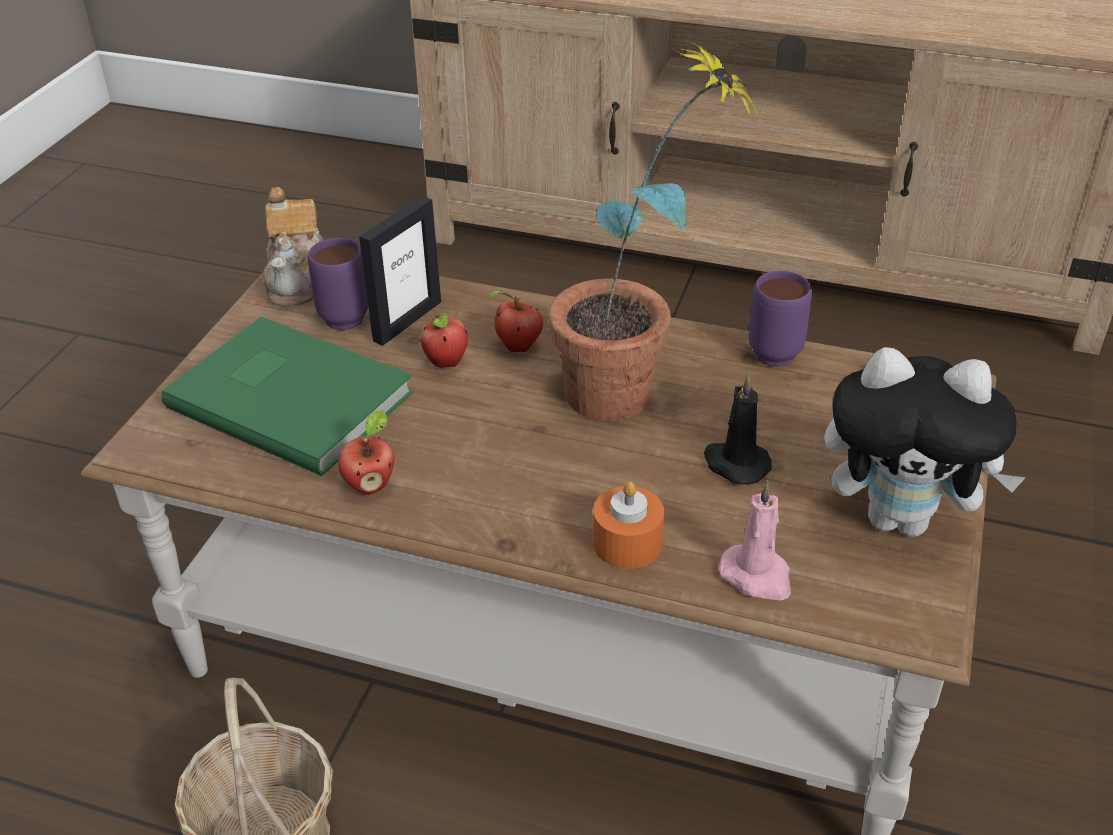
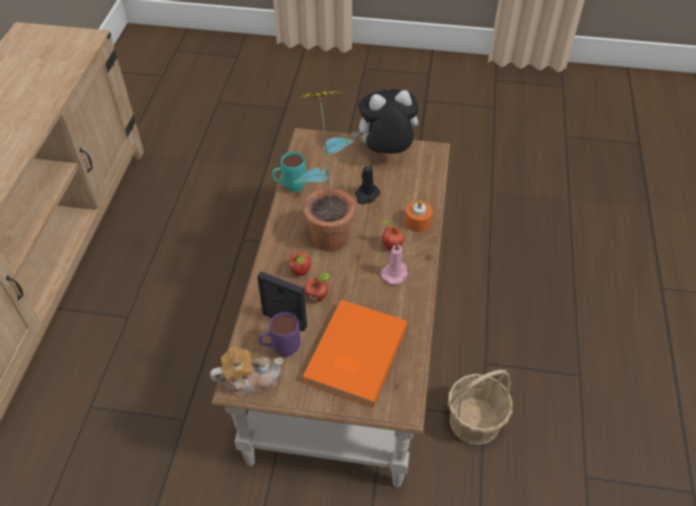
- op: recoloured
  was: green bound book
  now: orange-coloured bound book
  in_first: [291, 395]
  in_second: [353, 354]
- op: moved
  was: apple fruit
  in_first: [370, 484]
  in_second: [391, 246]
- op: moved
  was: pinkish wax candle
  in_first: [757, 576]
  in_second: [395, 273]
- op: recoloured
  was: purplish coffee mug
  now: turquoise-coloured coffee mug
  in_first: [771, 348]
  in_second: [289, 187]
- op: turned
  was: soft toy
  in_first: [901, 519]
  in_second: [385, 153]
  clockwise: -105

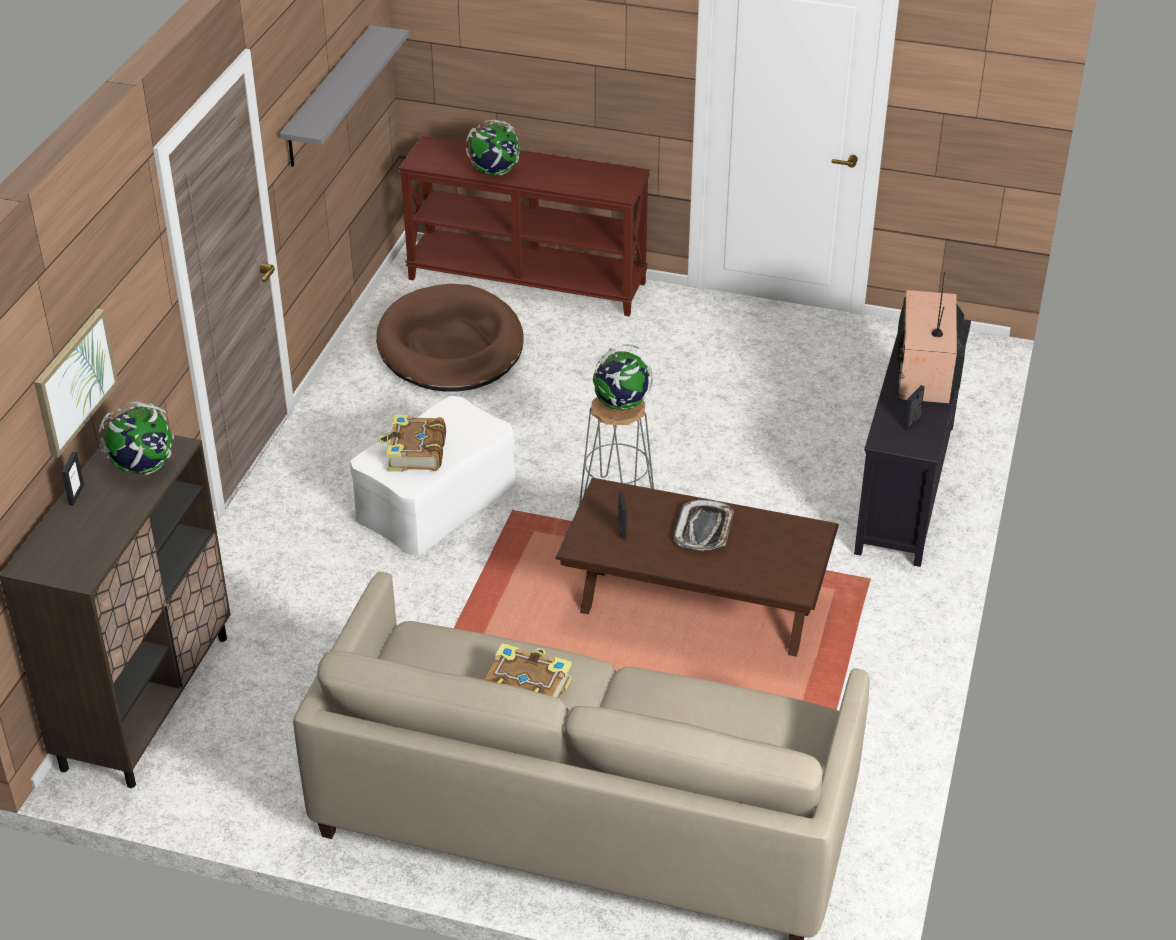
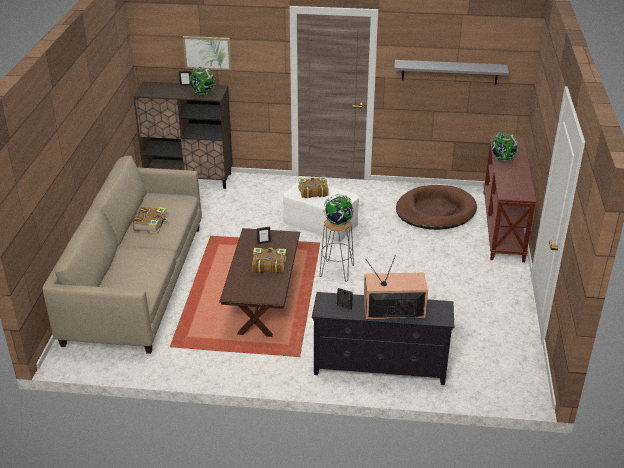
- op: replaced
  was: tray
  now: bound book
  in_first: [704, 530]
  in_second: [268, 265]

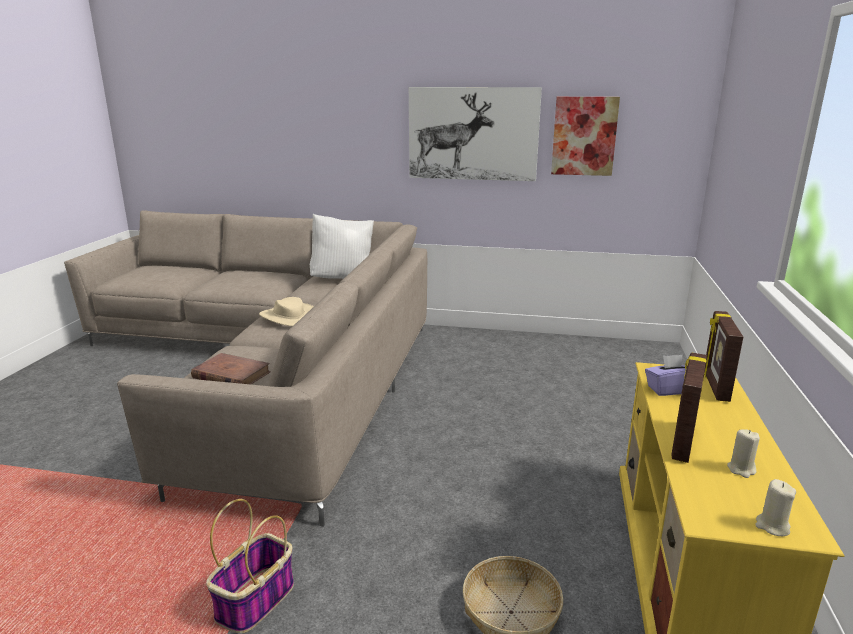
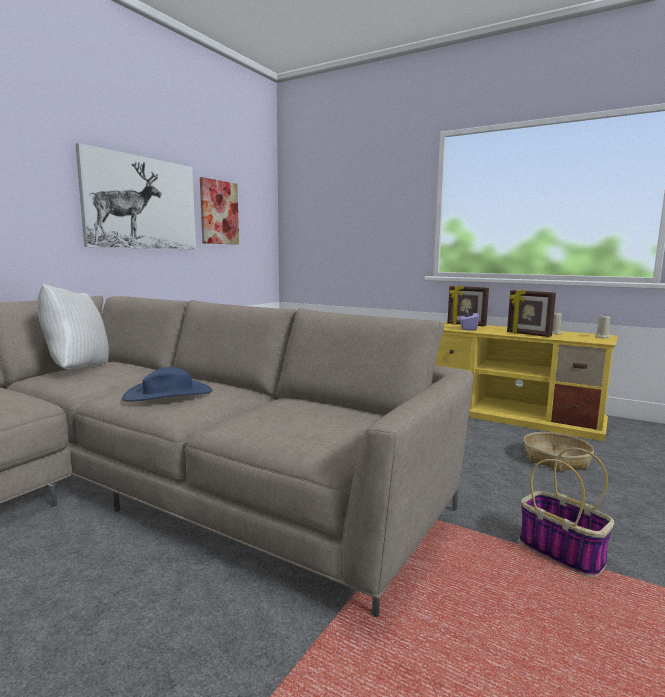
- op: removed
  was: brown bound book
  in_first: [231, 375]
- op: recoloured
  was: beige-coloured hat
  now: blue hat
  in_first: [288, 317]
  in_second: [168, 394]

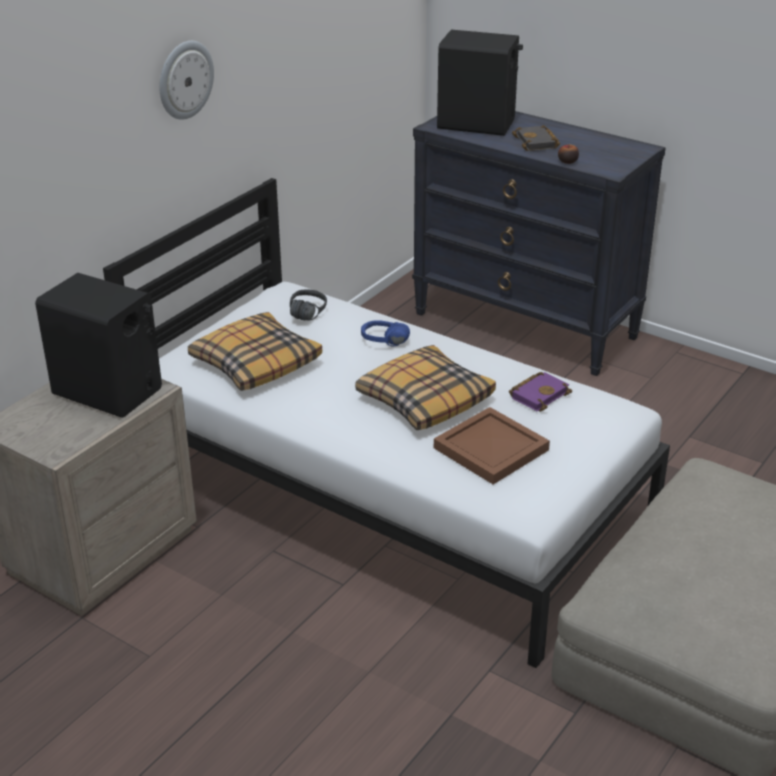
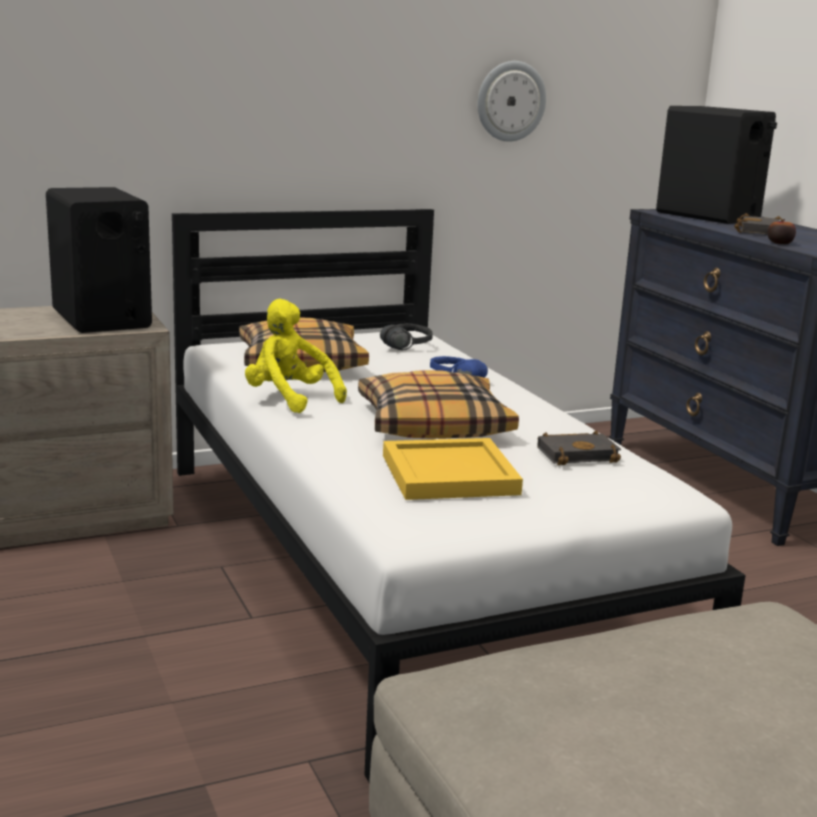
- op: moved
  was: hanging clock
  in_first: [184, 79]
  in_second: [510, 101]
- op: recoloured
  was: brown tray
  now: yellow tray
  in_first: [491, 448]
  in_second: [450, 474]
- op: recoloured
  was: purplish bound book
  now: black bound book
  in_first: [539, 394]
  in_second: [578, 454]
- op: added
  now: yellow soft toy
  in_second: [289, 399]

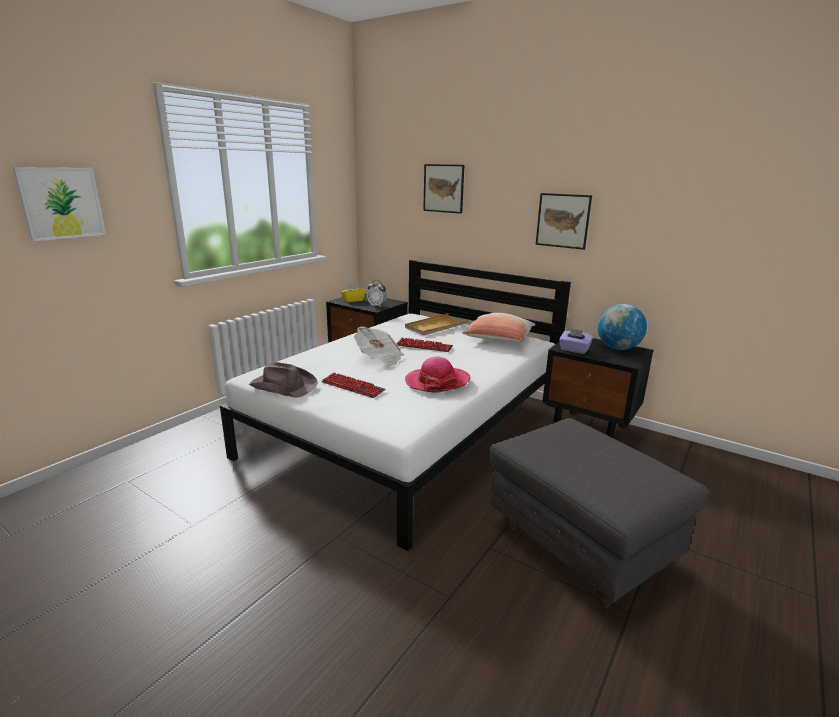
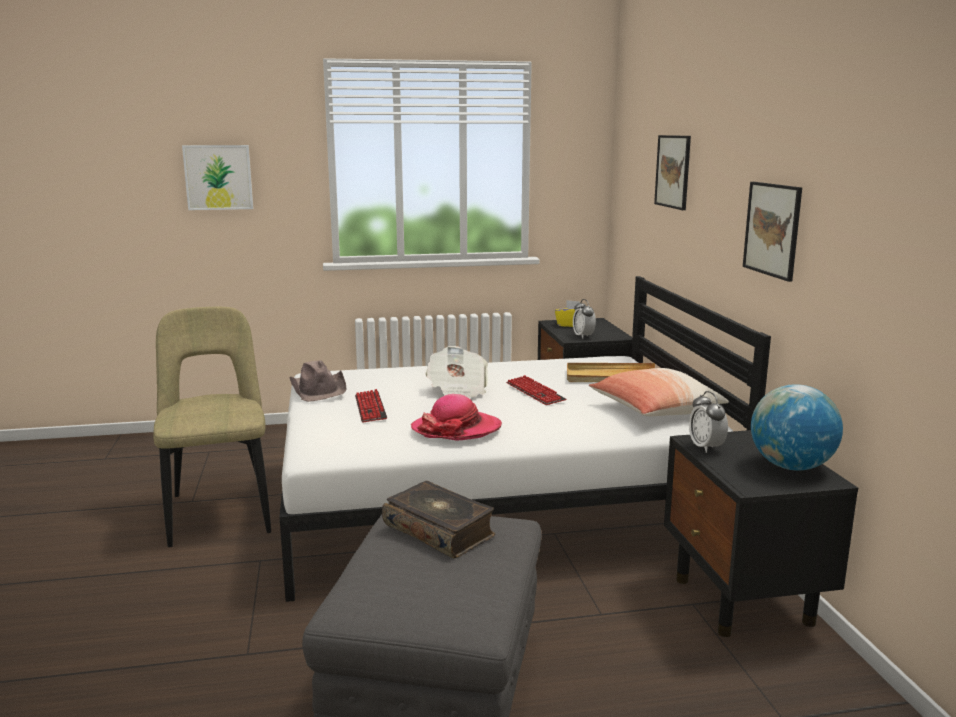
- op: replaced
  was: purplish tissue holder
  now: table clock
  in_first: [574, 350]
  in_second: [706, 447]
- op: added
  now: beige-coloured upright chair
  in_second: [220, 511]
- op: added
  now: bound book
  in_second: [440, 530]

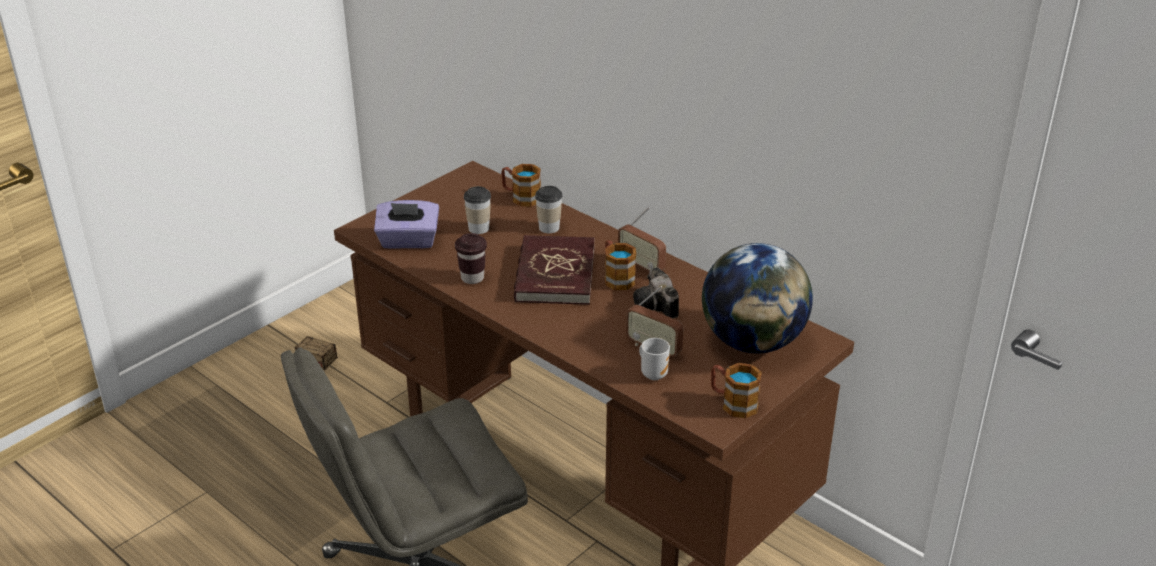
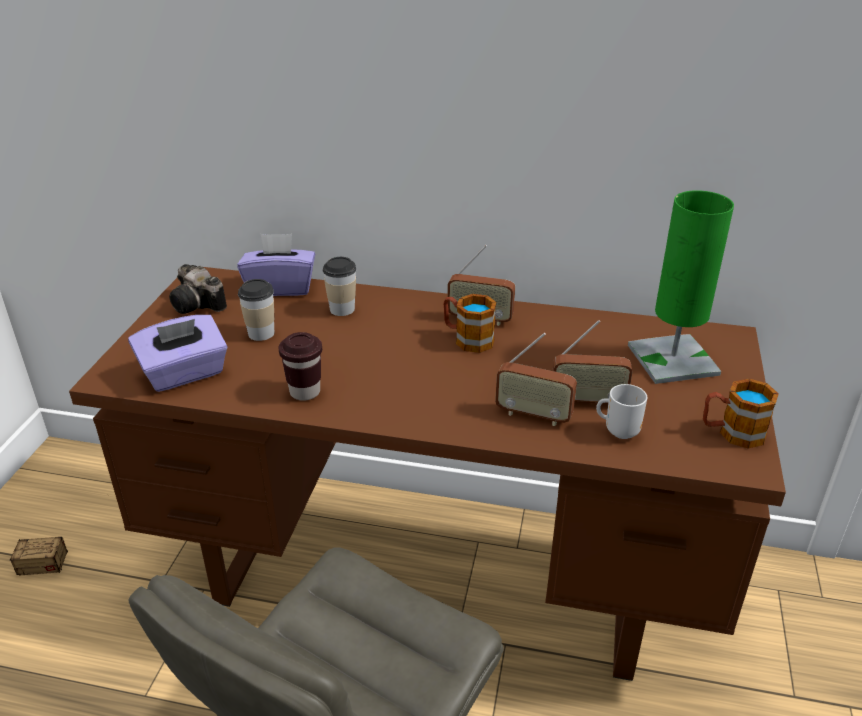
- op: replaced
  was: coffee mug
  now: purplish tissue holder
  in_first: [521, 197]
  in_second: [280, 287]
- op: removed
  was: red-coloured bound book
  in_first: [554, 274]
- op: moved
  was: still camera
  in_first: [657, 306]
  in_second: [199, 305]
- op: replaced
  was: desk globe
  now: green lamp for a table
  in_first: [752, 342]
  in_second: [672, 360]
- op: added
  now: radio receiver
  in_second: [533, 415]

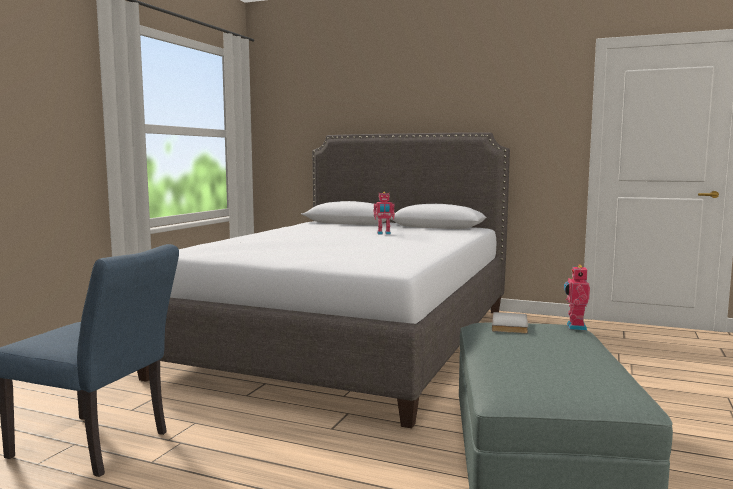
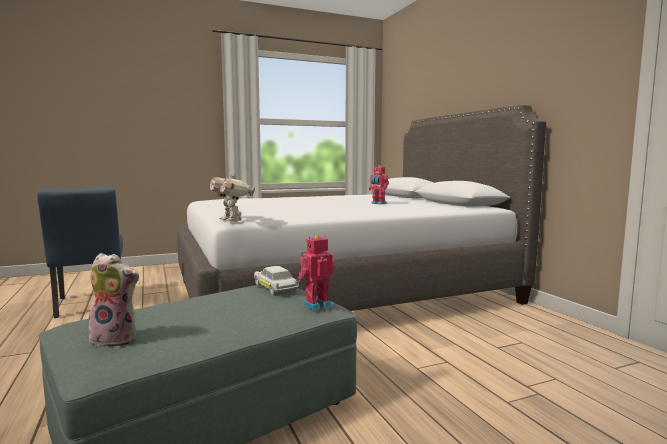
- op: replaced
  was: greyish bound book
  now: whitish model car
  in_first: [511, 325]
  in_second: [275, 288]
- op: added
  now: soft toy
  in_second: [117, 339]
- op: added
  now: toy robot
  in_second: [232, 220]

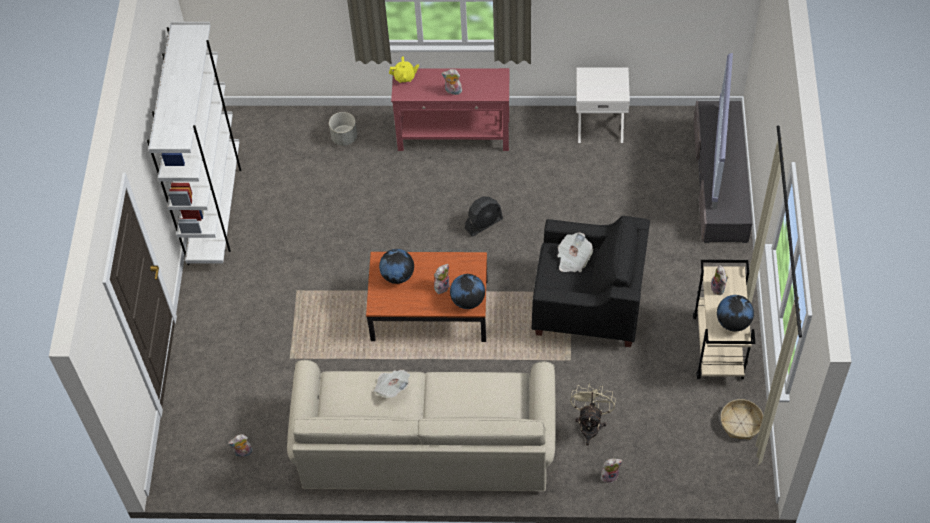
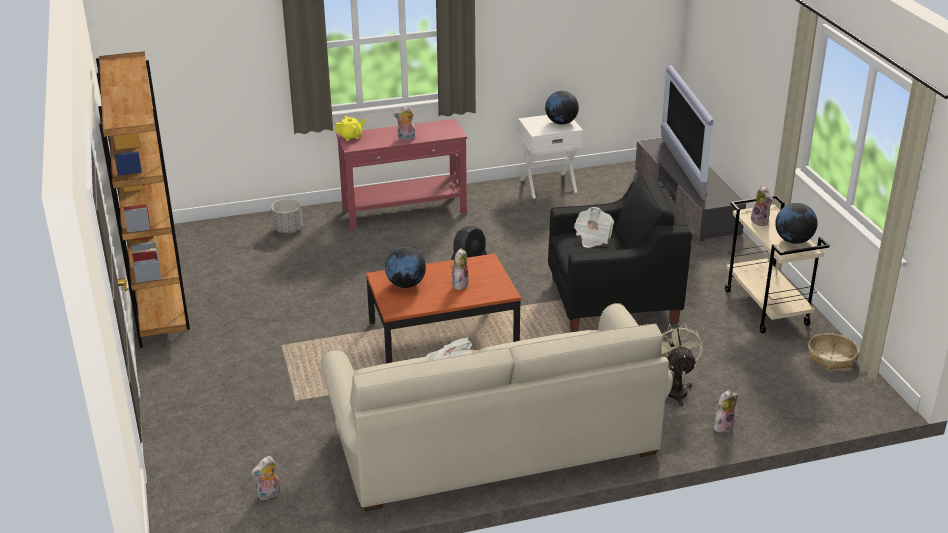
- op: recoloured
  was: whitish bookshelf
  now: brown bookshelf
  in_first: [215, 209]
  in_second: [160, 300]
- op: moved
  was: desk globe
  in_first: [468, 300]
  in_second: [561, 122]

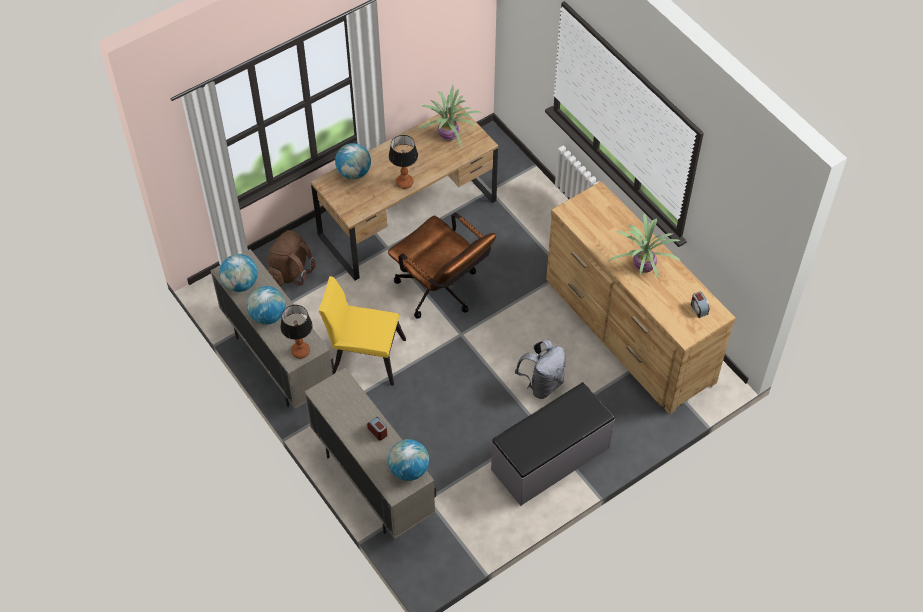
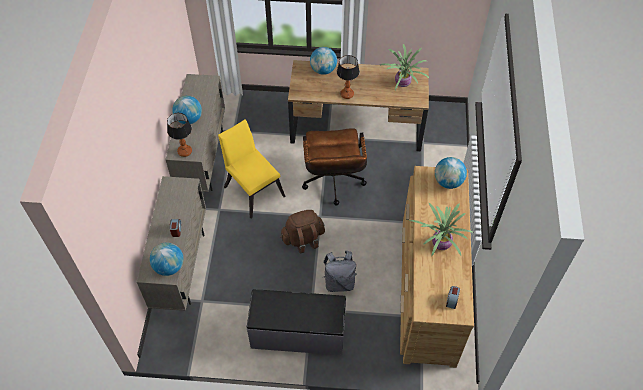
- op: moved
  was: desk globe
  in_first: [240, 283]
  in_second: [448, 182]
- op: moved
  was: brown knapsack
  in_first: [290, 272]
  in_second: [303, 239]

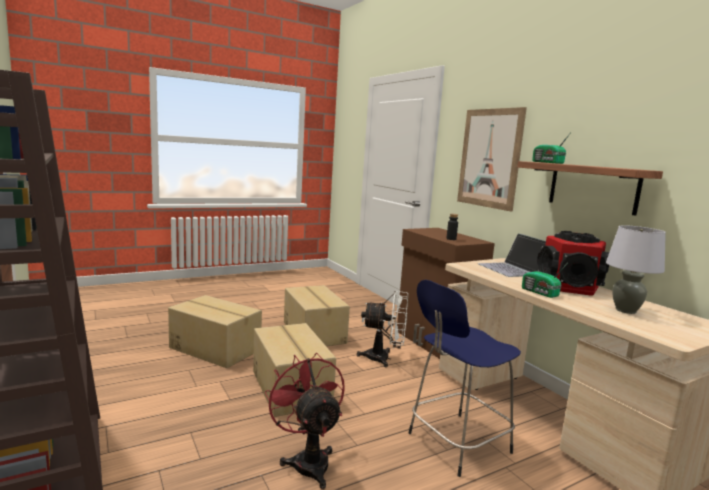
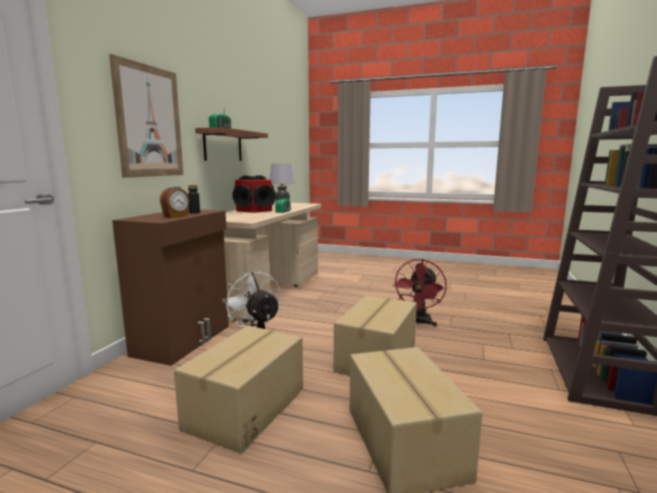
- op: removed
  was: blue stool
  in_first: [456, 444]
- op: removed
  was: notebook computer
  in_first: [513, 269]
- op: added
  now: table clock
  in_second: [176, 216]

